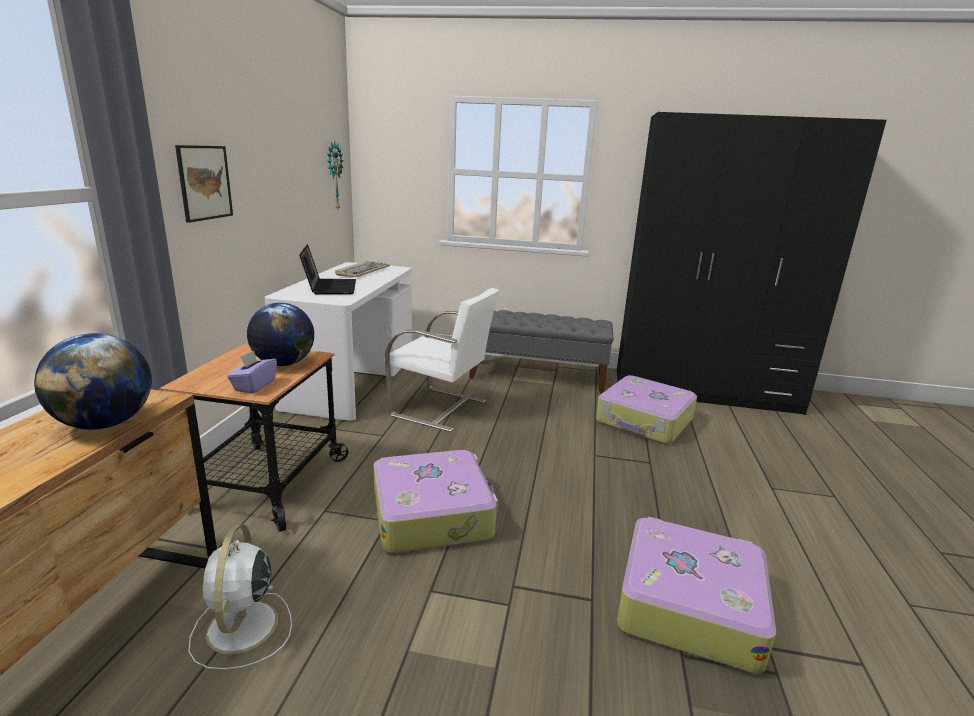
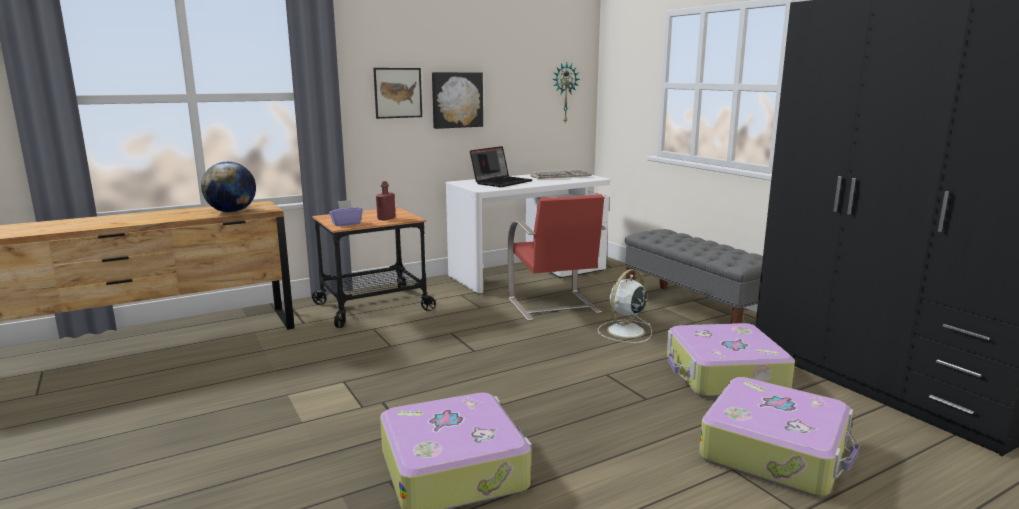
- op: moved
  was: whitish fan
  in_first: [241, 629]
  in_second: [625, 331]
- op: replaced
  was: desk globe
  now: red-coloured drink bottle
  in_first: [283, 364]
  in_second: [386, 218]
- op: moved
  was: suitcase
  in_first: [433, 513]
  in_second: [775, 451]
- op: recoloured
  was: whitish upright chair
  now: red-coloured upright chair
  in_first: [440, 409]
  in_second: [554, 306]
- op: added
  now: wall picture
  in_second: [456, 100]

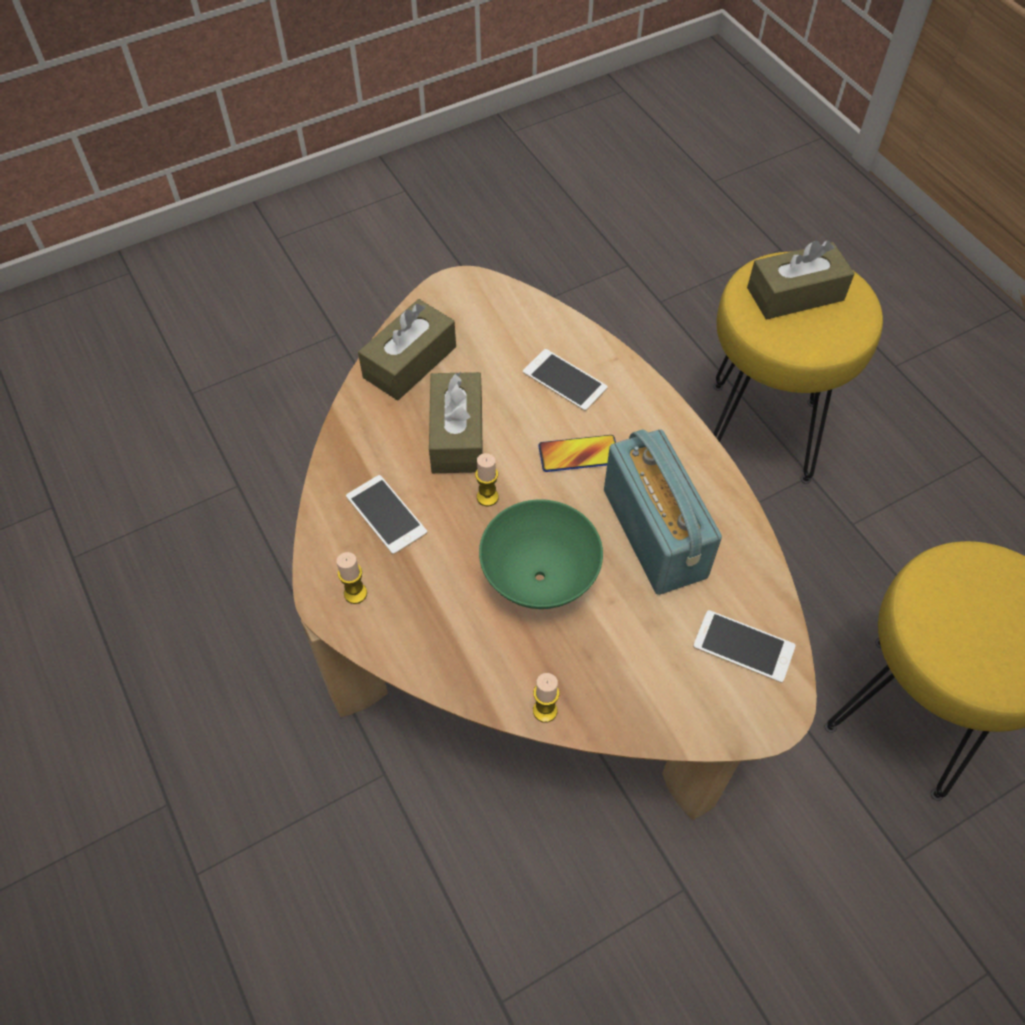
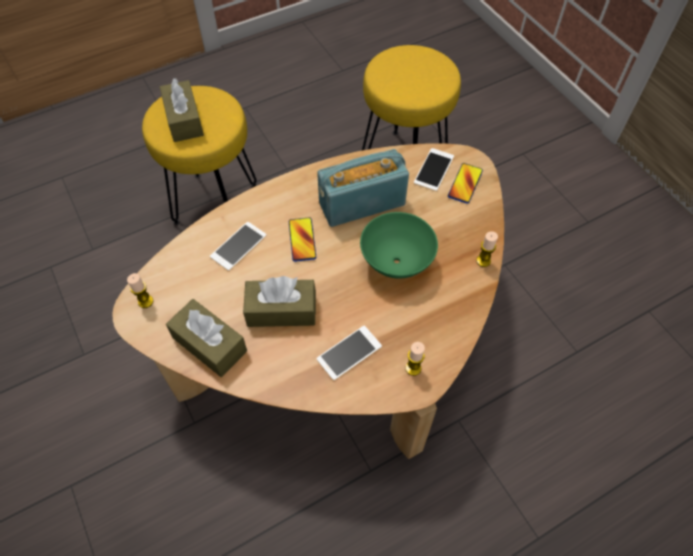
- op: moved
  was: wax candle
  in_first: [487, 497]
  in_second: [145, 301]
- op: added
  now: phone
  in_second: [465, 184]

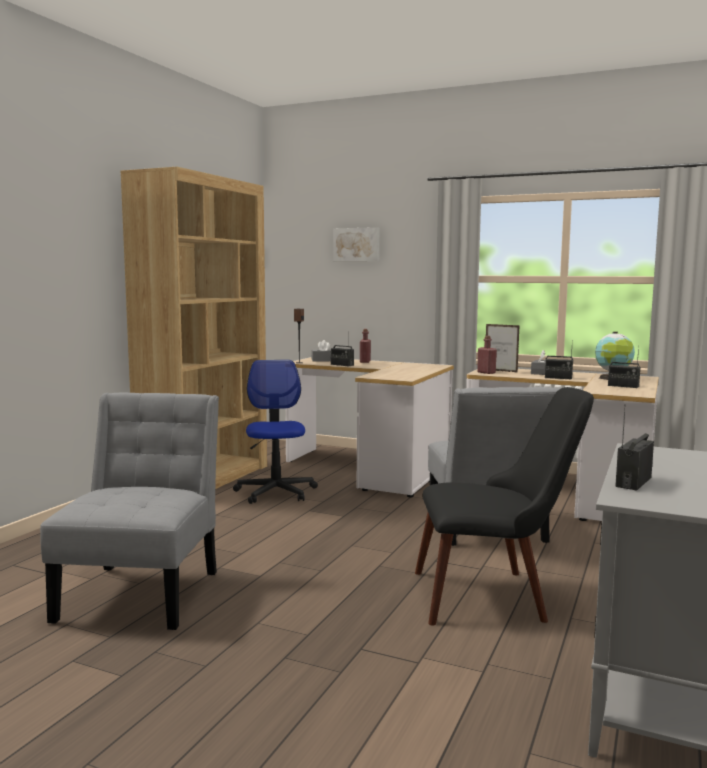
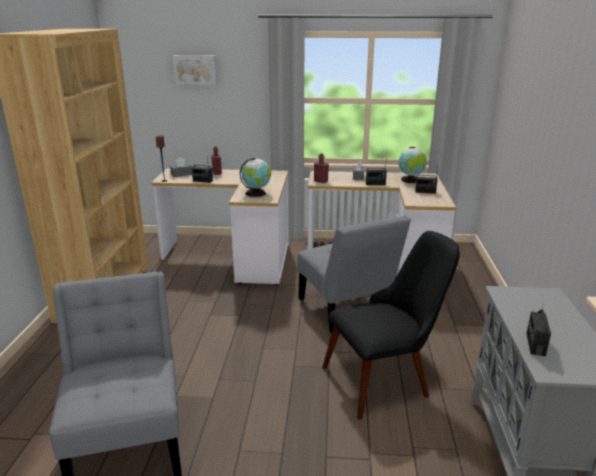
- op: removed
  was: computer chair
  in_first: [276, 492]
- op: removed
  was: standing frame
  in_first: [501, 371]
- op: added
  now: desk globe
  in_second: [256, 193]

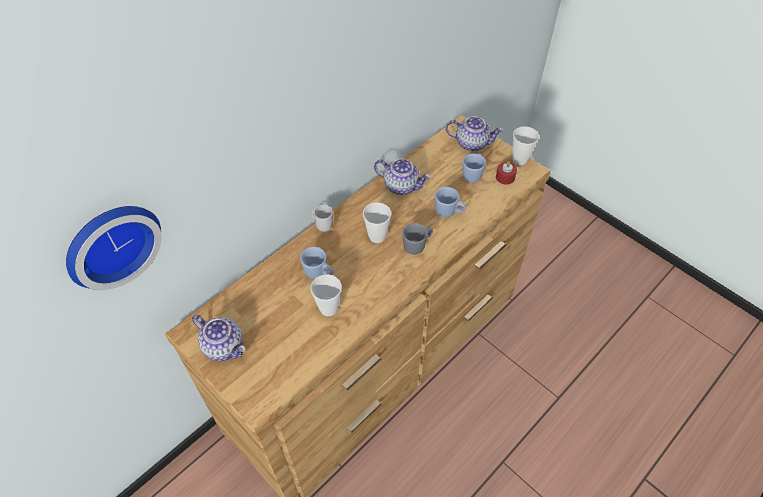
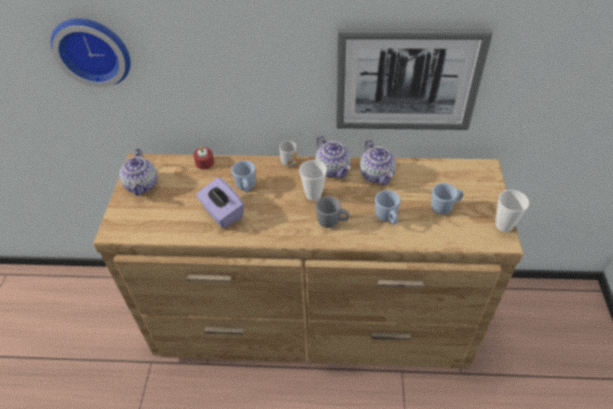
- op: replaced
  was: cup
  now: purplish tissue holder
  in_first: [328, 308]
  in_second: [222, 213]
- op: moved
  was: teapot
  in_first: [472, 143]
  in_second: [333, 169]
- op: moved
  was: red-coloured wax candle
  in_first: [505, 177]
  in_second: [204, 162]
- op: added
  now: wall picture
  in_second: [407, 80]

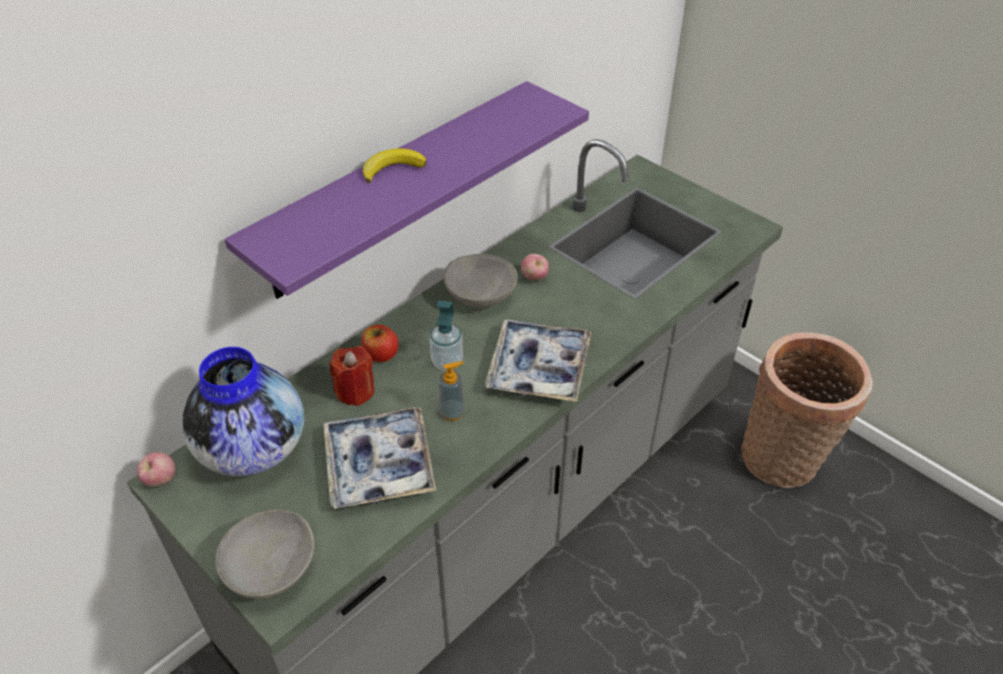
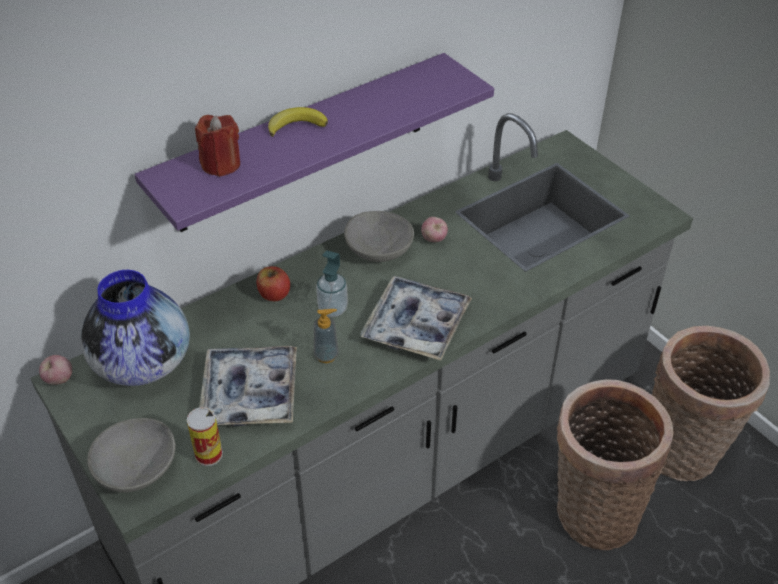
- op: moved
  was: red-coloured wax candle
  in_first: [355, 391]
  in_second: [221, 164]
- op: added
  now: can
  in_second: [209, 454]
- op: added
  now: storage basket
  in_second: [592, 510]

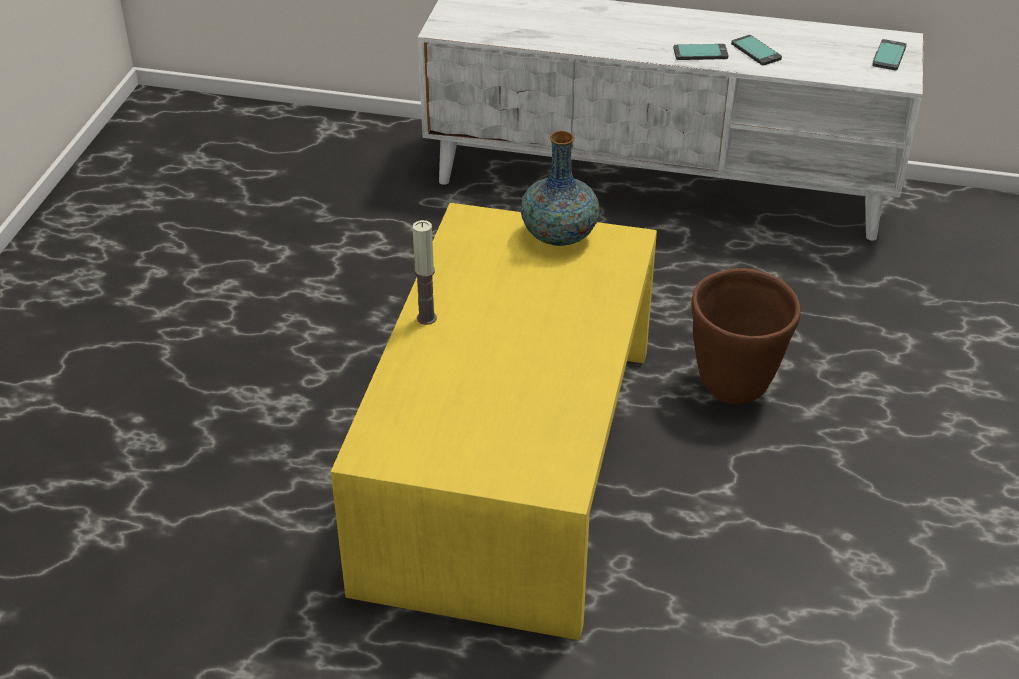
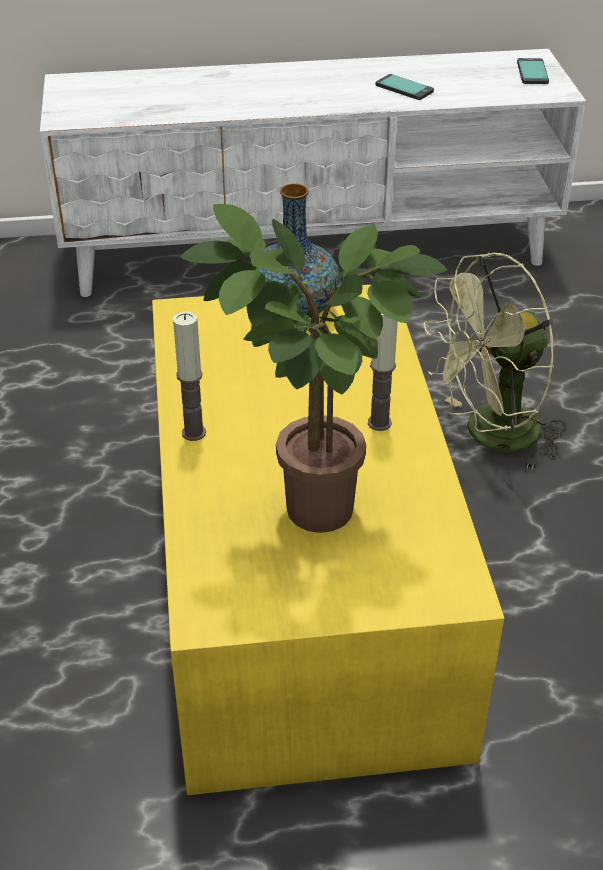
- op: removed
  was: phone
  in_first: [700, 53]
- op: replaced
  was: brown planter
  now: green fan
  in_first: [734, 386]
  in_second: [490, 436]
- op: added
  now: houseplant
  in_second: [311, 515]
- op: added
  now: wax candle
  in_second: [379, 423]

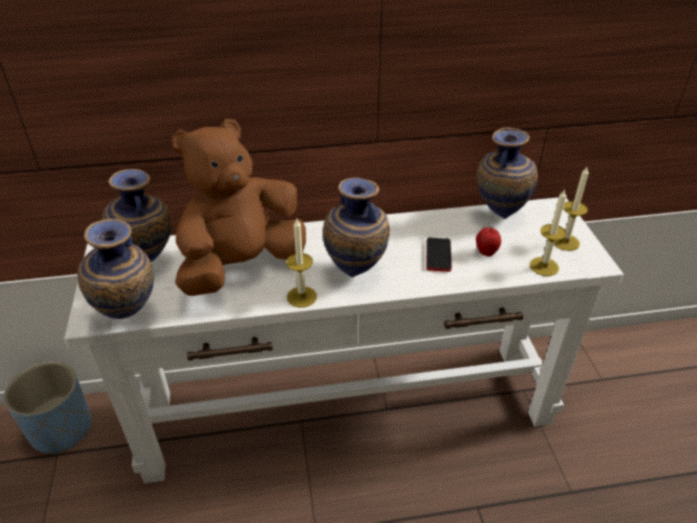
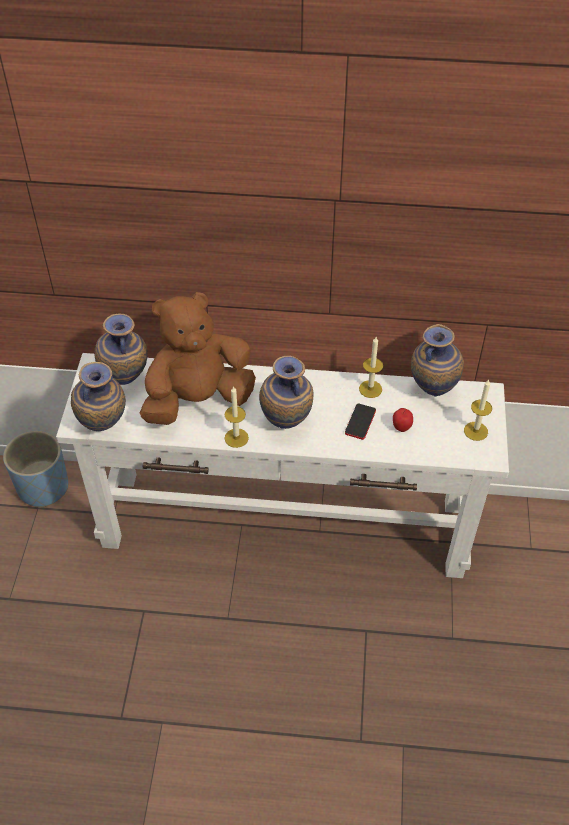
- op: moved
  was: wax candle
  in_first: [544, 266]
  in_second: [370, 389]

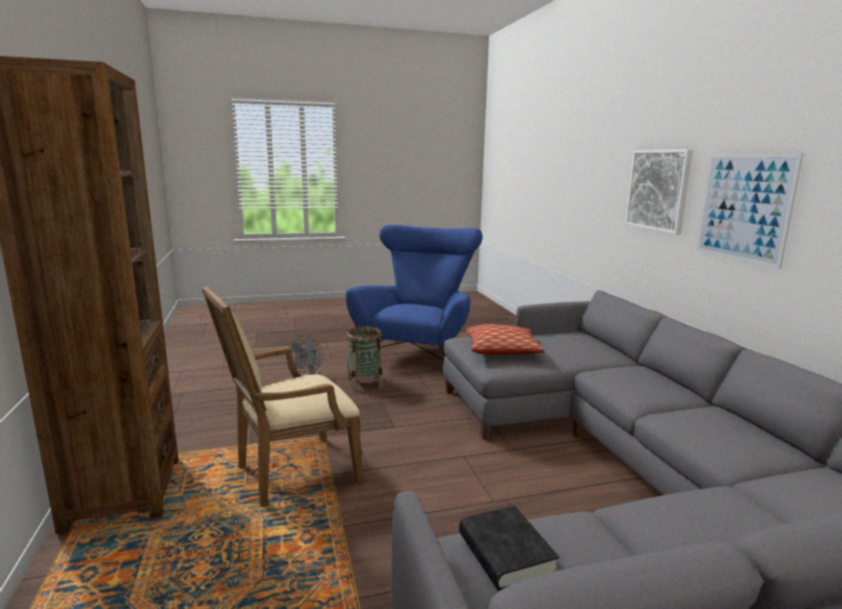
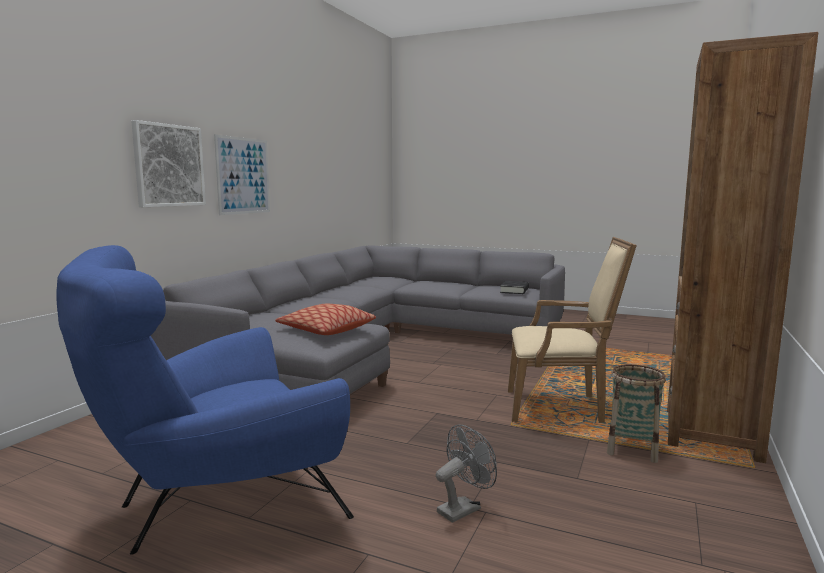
- op: moved
  was: storage basket
  in_first: [364, 383]
  in_second: [632, 449]

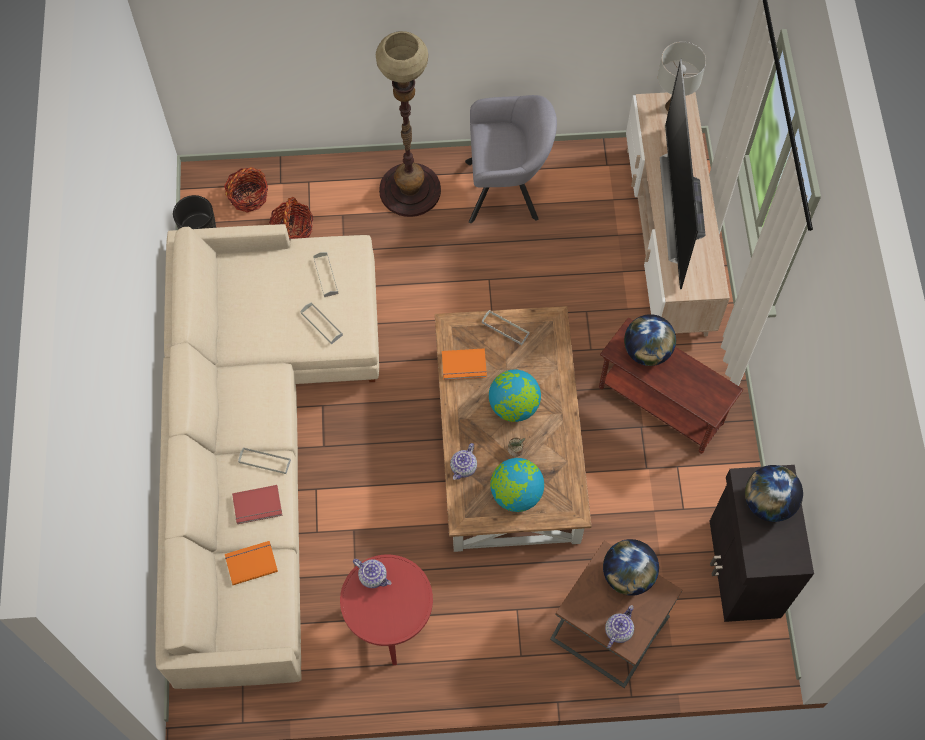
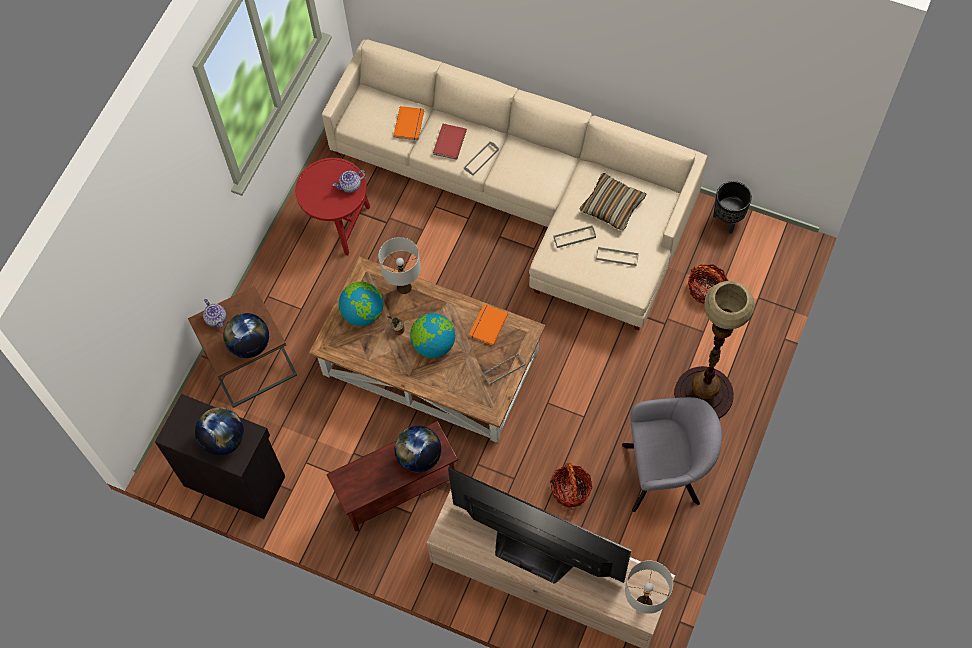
- op: moved
  was: storage basket
  in_first: [248, 196]
  in_second: [570, 490]
- op: replaced
  was: teapot
  now: whitish lamp for a table
  in_first: [464, 468]
  in_second: [404, 287]
- op: turned
  was: greyish easy chair
  in_first: [507, 190]
  in_second: [666, 473]
  clockwise: -120
- op: added
  now: pillow
  in_second: [612, 206]

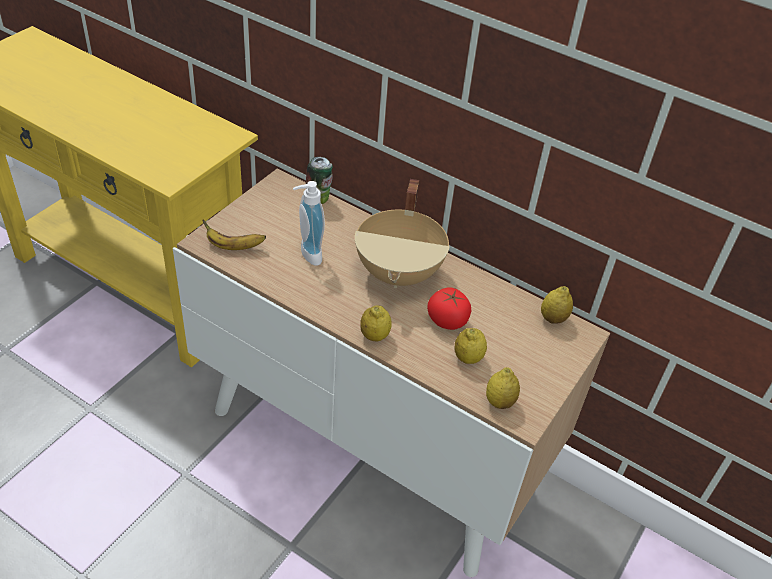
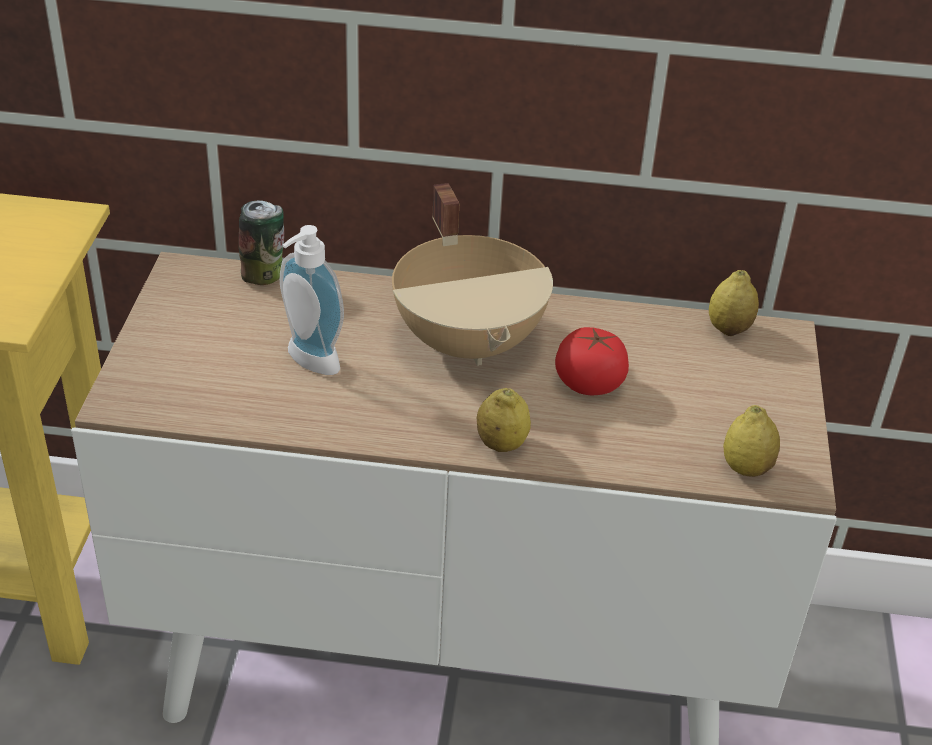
- op: removed
  was: banana fruit
  in_first: [233, 246]
- op: removed
  was: whole lemon
  in_first: [468, 358]

